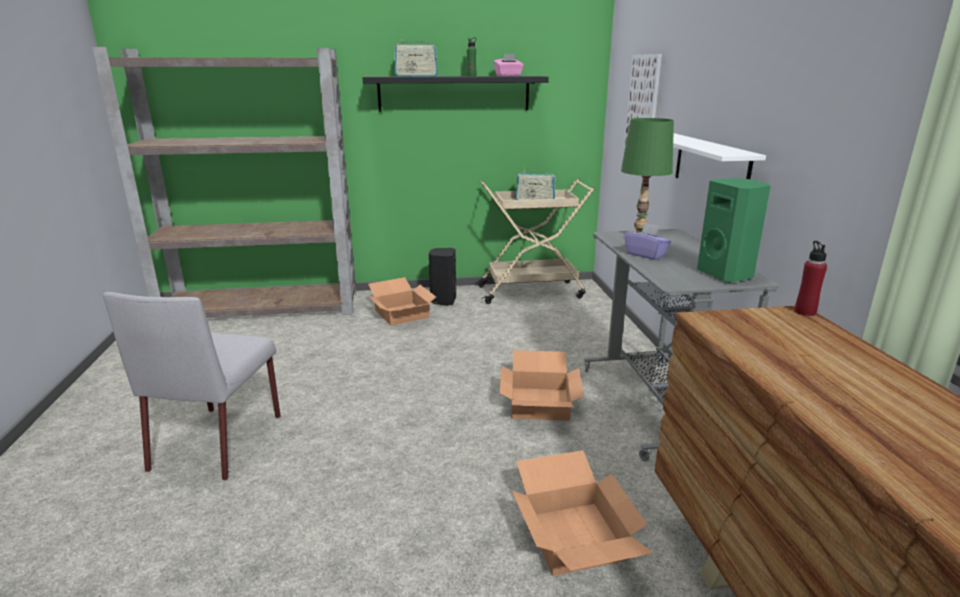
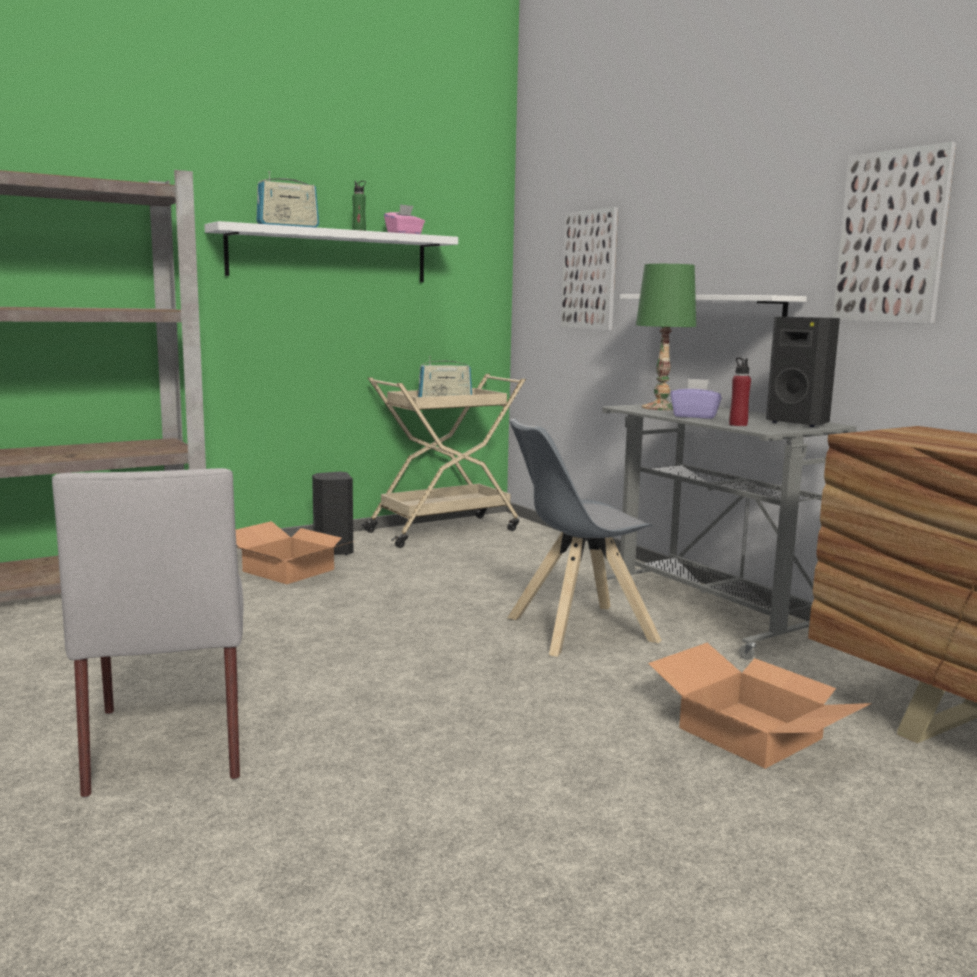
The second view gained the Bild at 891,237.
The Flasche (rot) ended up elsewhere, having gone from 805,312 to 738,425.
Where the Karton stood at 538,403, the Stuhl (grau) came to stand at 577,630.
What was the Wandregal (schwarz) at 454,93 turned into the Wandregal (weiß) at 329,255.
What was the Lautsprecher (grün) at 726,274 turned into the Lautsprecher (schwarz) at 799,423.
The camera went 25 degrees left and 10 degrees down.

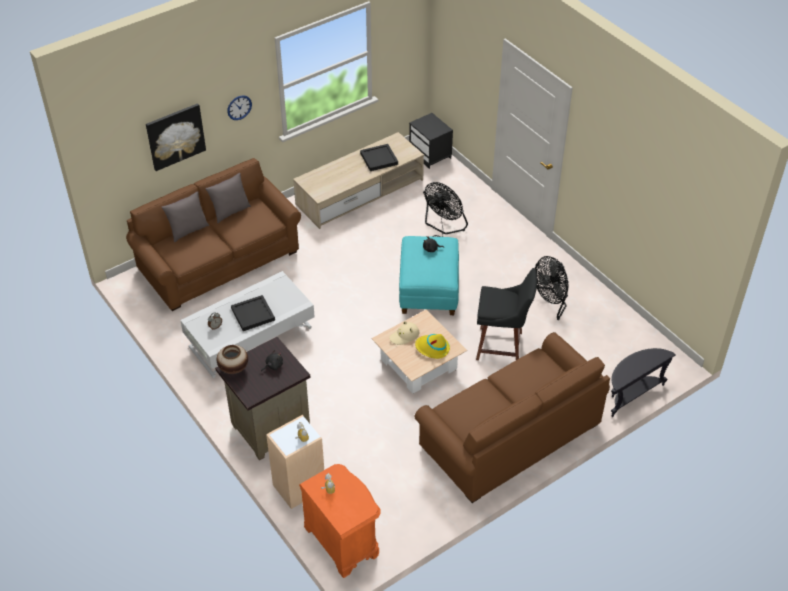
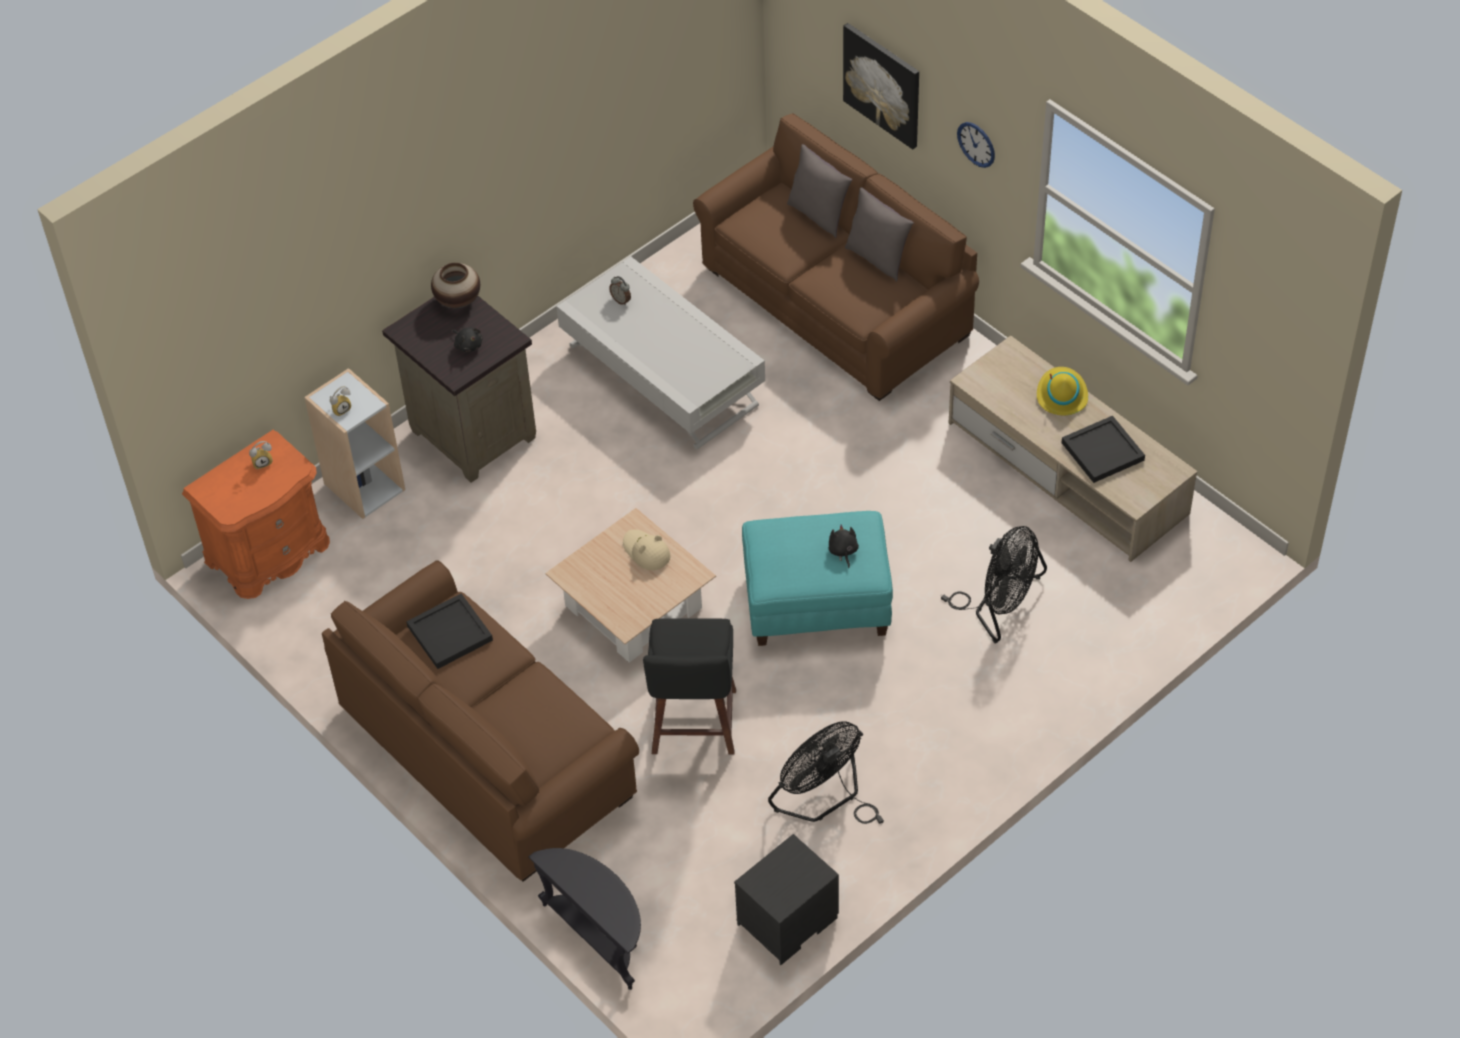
The Tablett (schwarz) ended up elsewhere, having gone from 252,314 to 450,632.
The Nachttisch (schwarz) ended up elsewhere, having gone from 431,155 to 787,923.
The Hut (gelb) ended up elsewhere, having gone from 432,348 to 1061,395.
The camera went 85 degrees right and 5 degrees up.

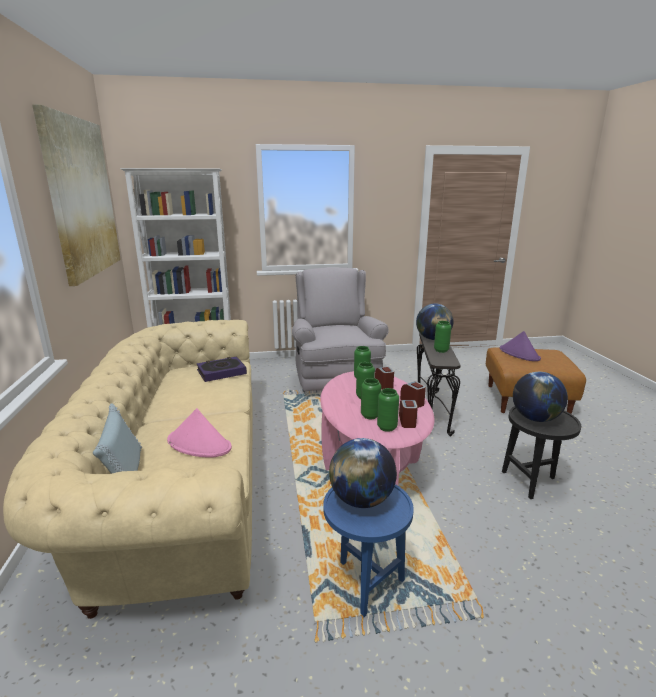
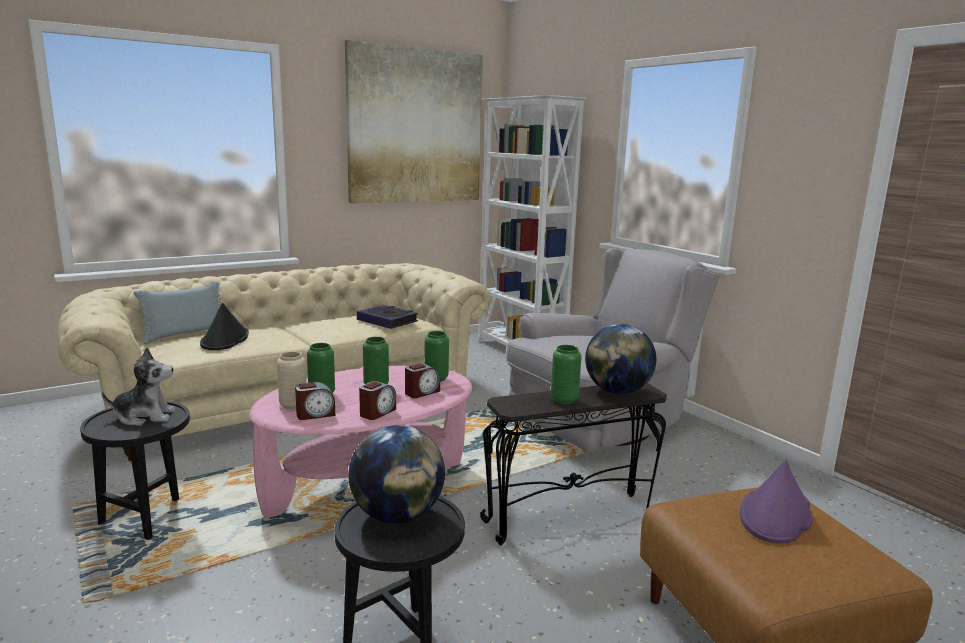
Where the Globus stood at 361,500, the Plüschtier came to stand at 145,416.
What was the Hut (rosa) at 199,444 turned into the Hut (schwarz) at 225,340.
What was the Beistelltisch (blau) at 365,581 turned into the Beistelltisch (schwarz) at 148,517.
What was the Vase (grün) at 387,427 turned into the Vase (beige) at 293,405.
The camera went 65 degrees right and 5 degrees down.

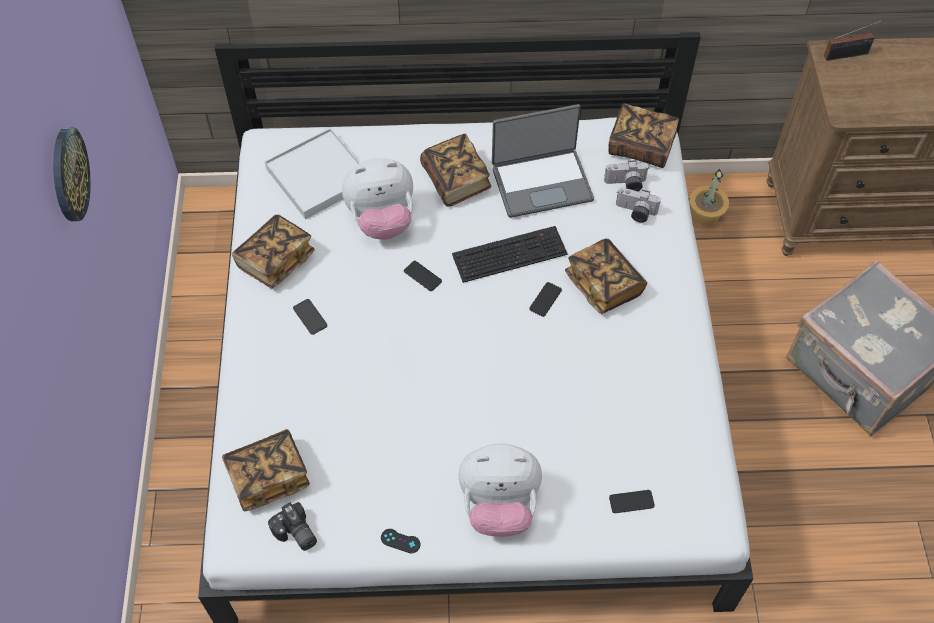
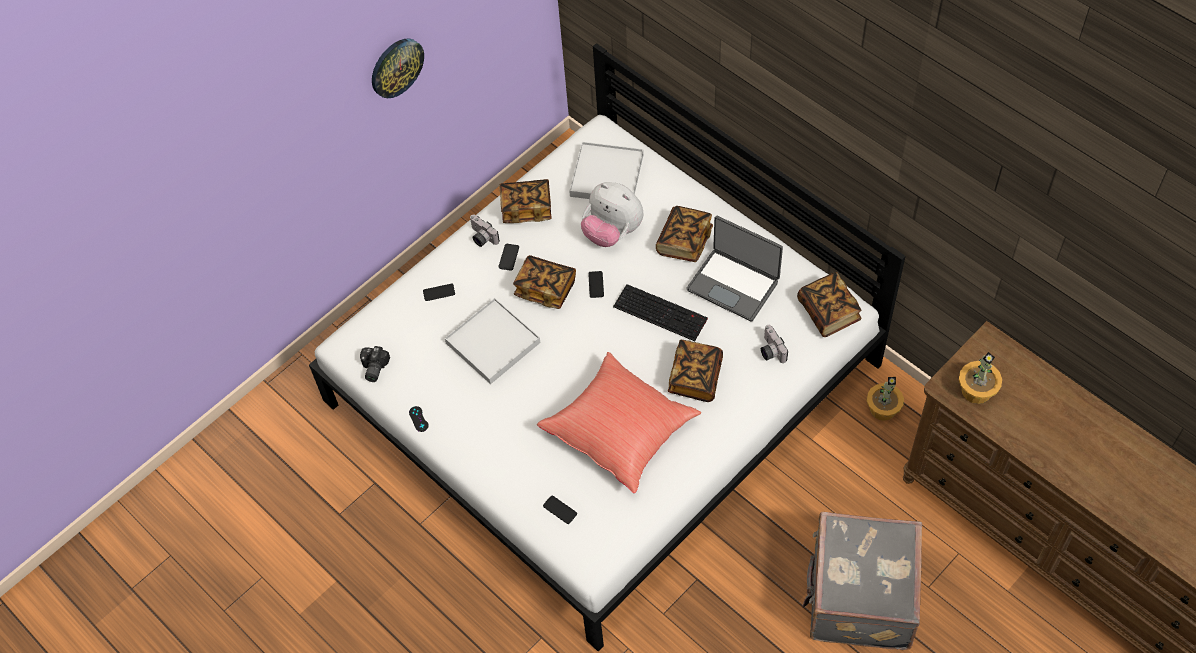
The second view lost the Plüschtier at 499,505.
The second view lost the Radio at 848,55.
The second view gained the Tablett (weiß) at 493,342.
The second view gained the Kissen (rot) at 620,431.
The second view gained the Topfpflanze at 977,390.
The Buch ended up elsewhere, having gone from 268,477 to 545,289.
The Handy ended up elsewhere, having gone from 545,299 to 439,292.
The Kamera ended up elsewhere, having gone from 625,184 to 481,238.
The camera went 50 degrees right and 0 degrees up.

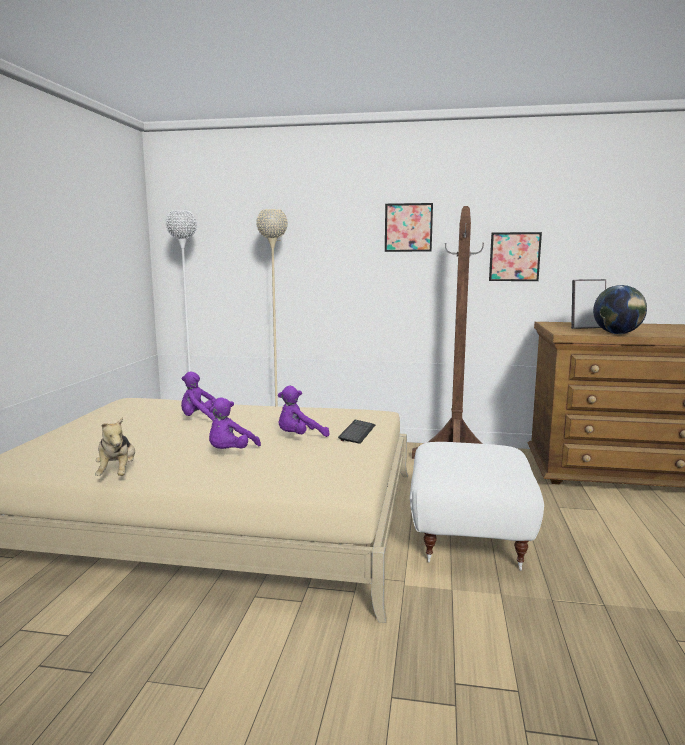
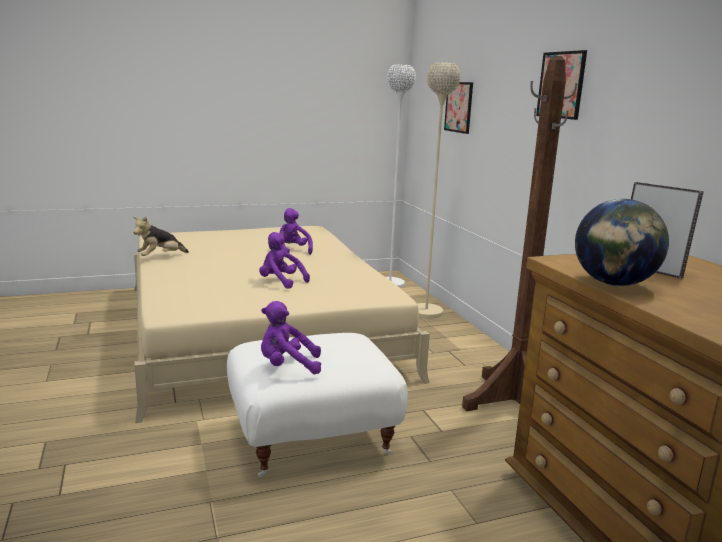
The second view lost the Tastatur at 357,433.
The Plüschtier (lila) ended up elsewhere, having gone from 230,452 to 287,366.
The Bild ended up elsewhere, having gone from 514,256 to 459,107.
The camera went 60 degrees right and 5 degrees up.

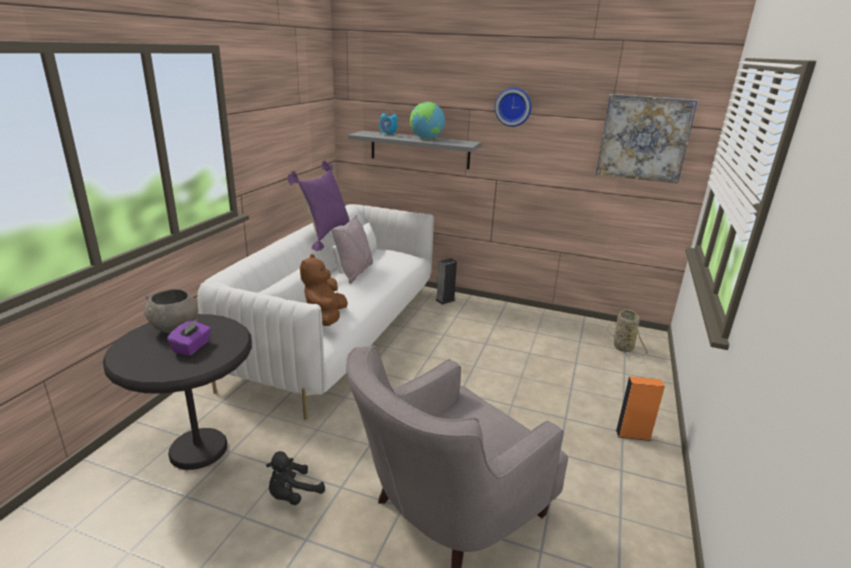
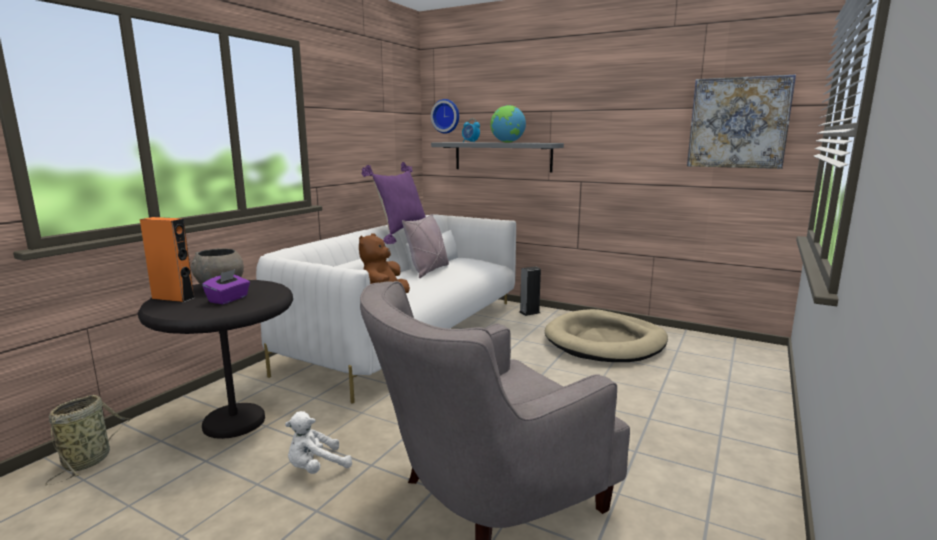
The second view gained the Hundebett (beige) at 605,341.
The Wanduhr ended up elsewhere, having gone from 513,107 to 446,116.
The Korb ended up elsewhere, having gone from 622,346 to 89,460.
The Lautsprecher (orange) ended up elsewhere, having gone from 633,435 to 173,298.
What was the Plüschtier (schwarz) at 293,495 turned into the Plüschtier (weiß) at 316,468.
The camera went 10 degrees right and 10 degrees down.

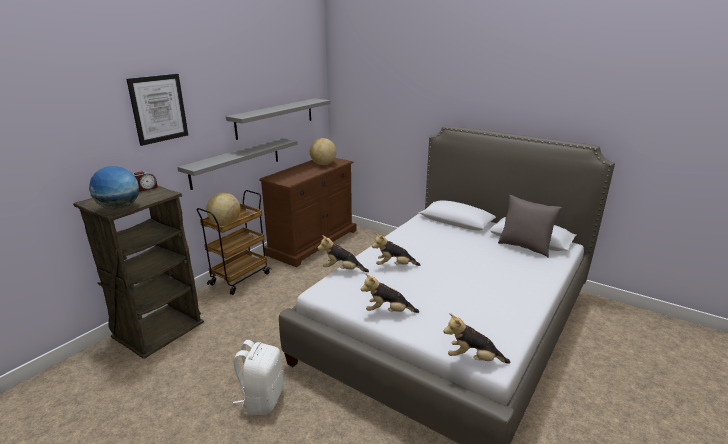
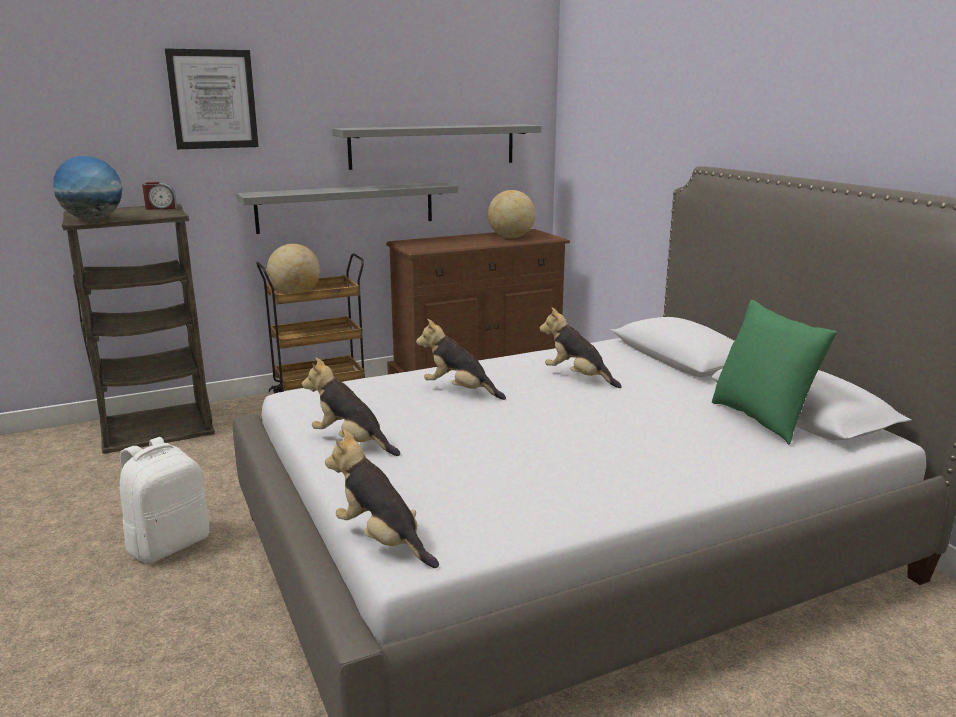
The Plüschtier ended up elsewhere, having gone from 342,270 to 577,377.
What was the Kissen (grau) at 524,247 turned into the Kissen (grün) at 762,419.
The camera went 30 degrees right and 5 degrees down.

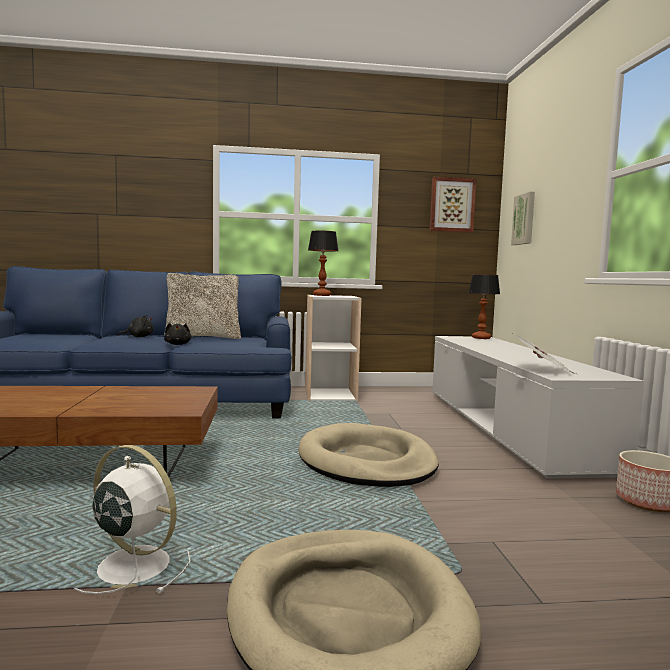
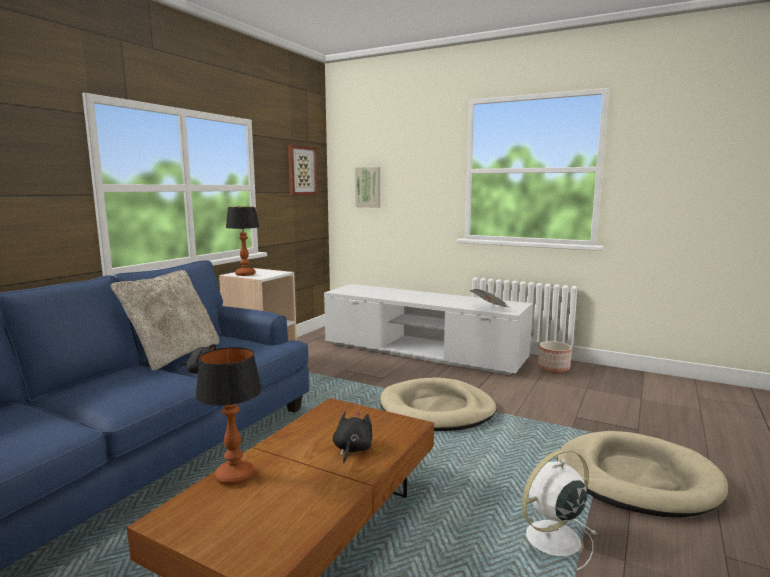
The Plüschtier (schwarz) ended up elsewhere, having gone from 138,337 to 352,450.
The Tischlampe ended up elsewhere, having gone from 481,338 to 235,476.
The camera went 55 degrees left and 5 degrees up.

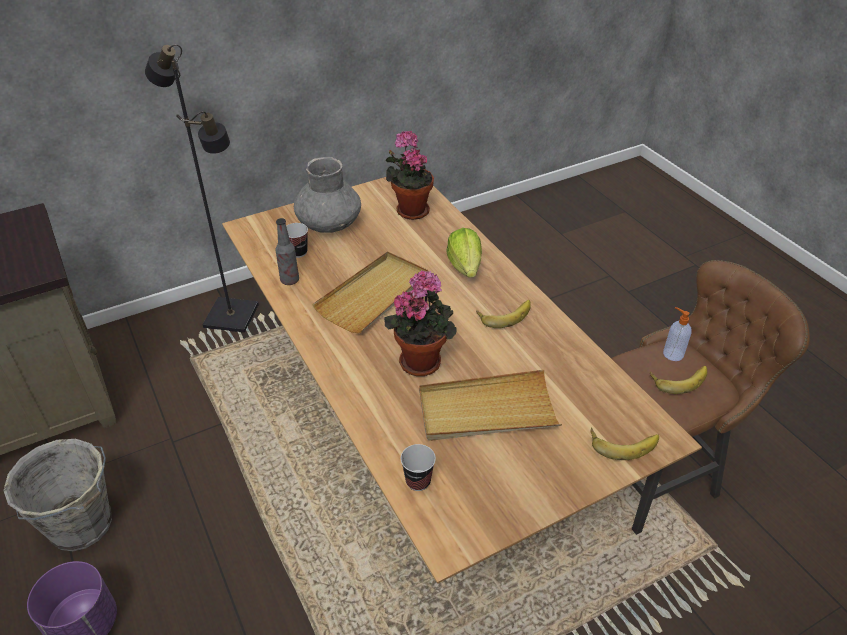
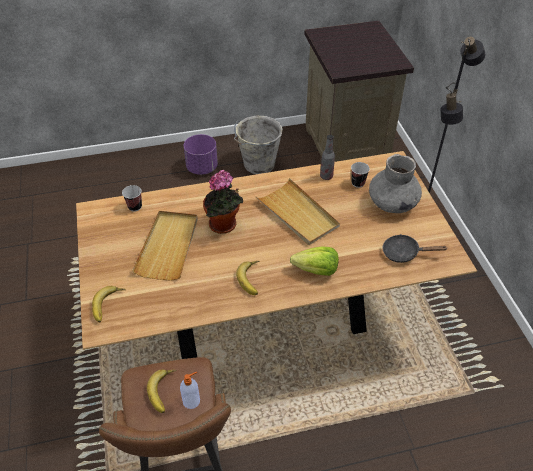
Where the Topfpflanze stood at 410,210, the Pfanne (schwarz) came to stand at 404,253.
The camera went 105 degrees right and 5 degrees up.

